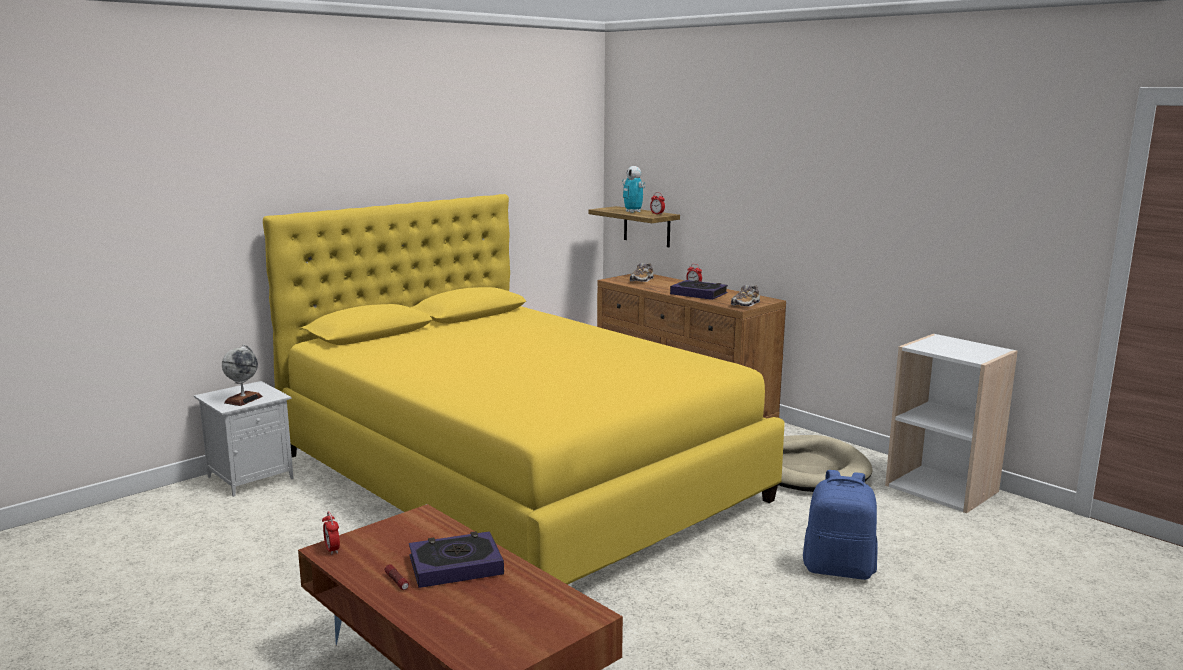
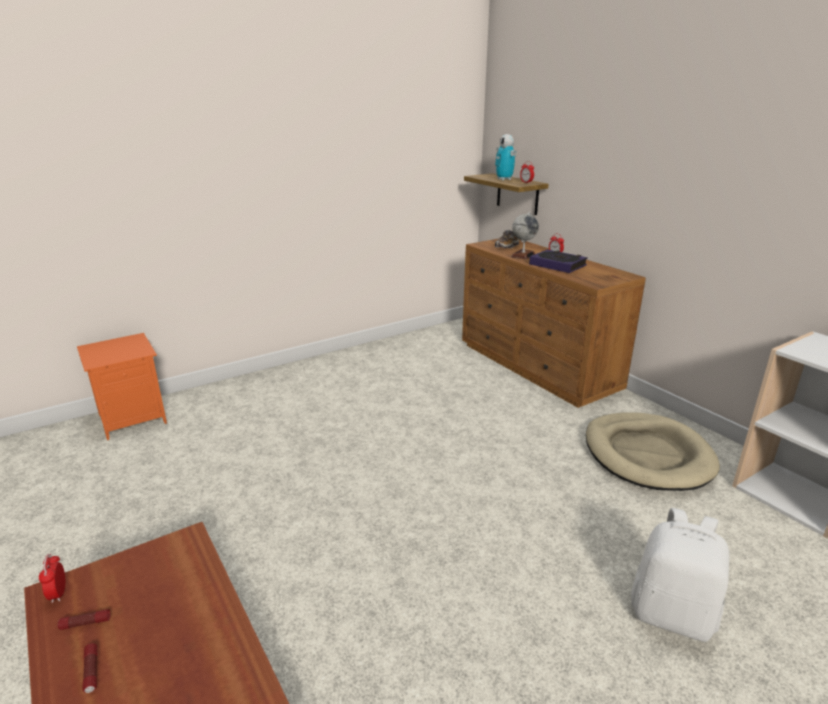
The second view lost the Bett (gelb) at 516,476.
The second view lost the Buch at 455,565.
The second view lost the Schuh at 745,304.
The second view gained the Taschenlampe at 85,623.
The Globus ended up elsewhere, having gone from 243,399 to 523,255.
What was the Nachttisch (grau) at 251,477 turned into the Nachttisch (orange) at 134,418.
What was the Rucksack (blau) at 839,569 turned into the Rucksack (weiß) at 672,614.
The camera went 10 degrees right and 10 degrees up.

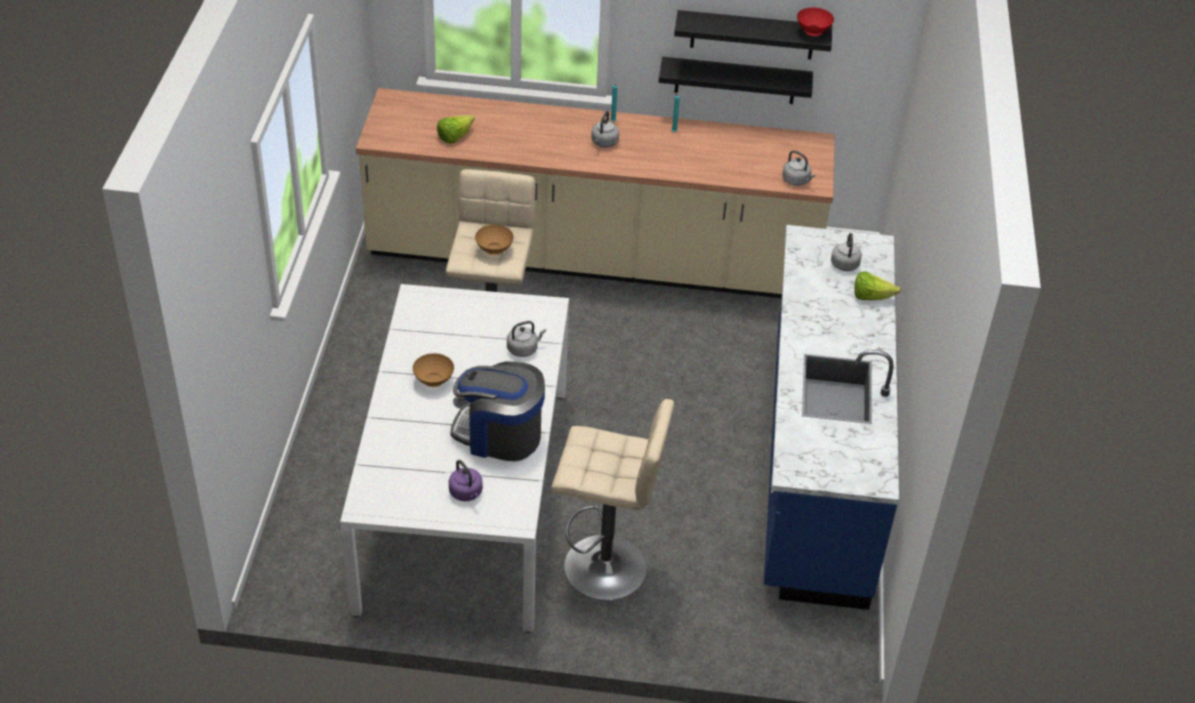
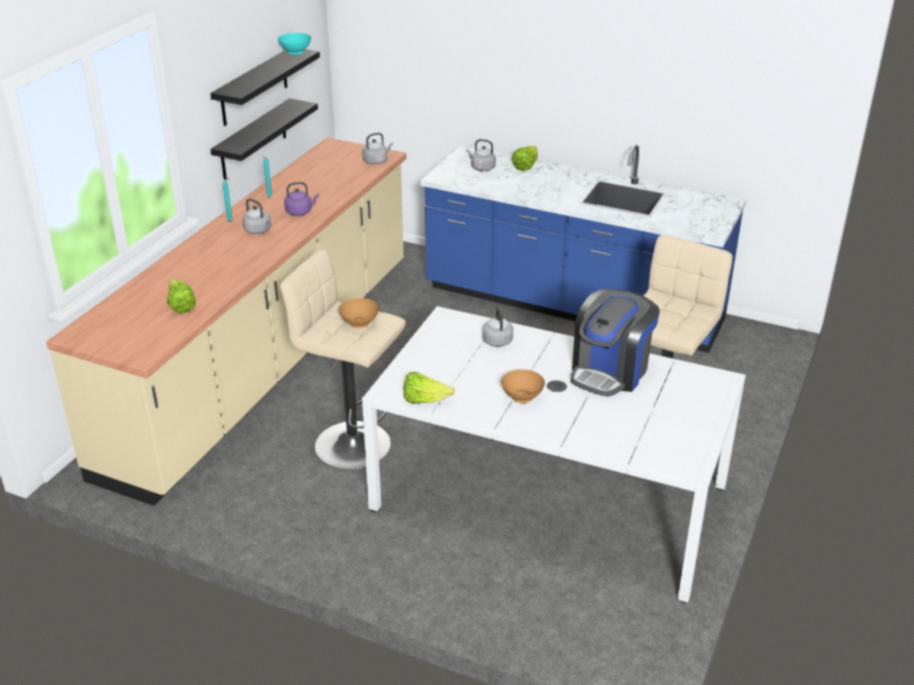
The second view gained the Salatkopf at 424,400.
The Wasserkessel (lila) ended up elsewhere, having gone from 466,493 to 300,212.
What was the Schüssel (rot) at 813,33 turned into the Schüssel (türkis) at 296,53.
The camera went 70 degrees left and 10 degrees down.

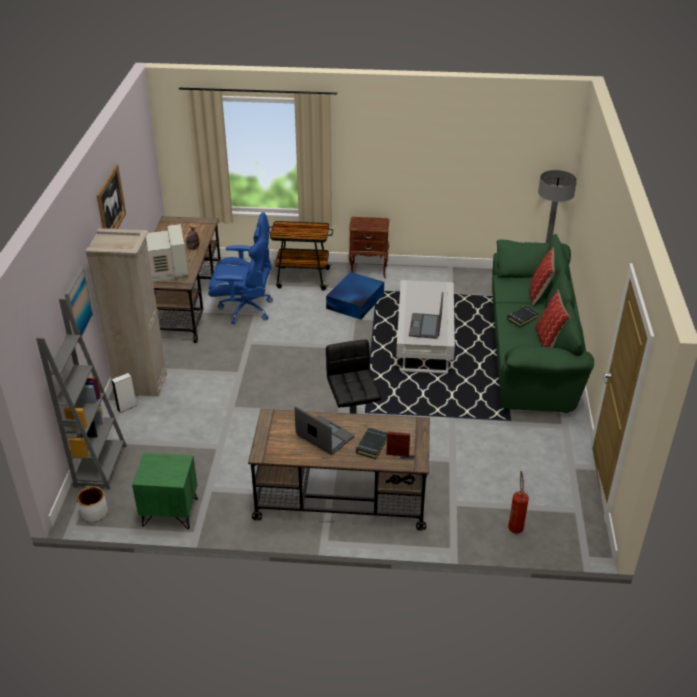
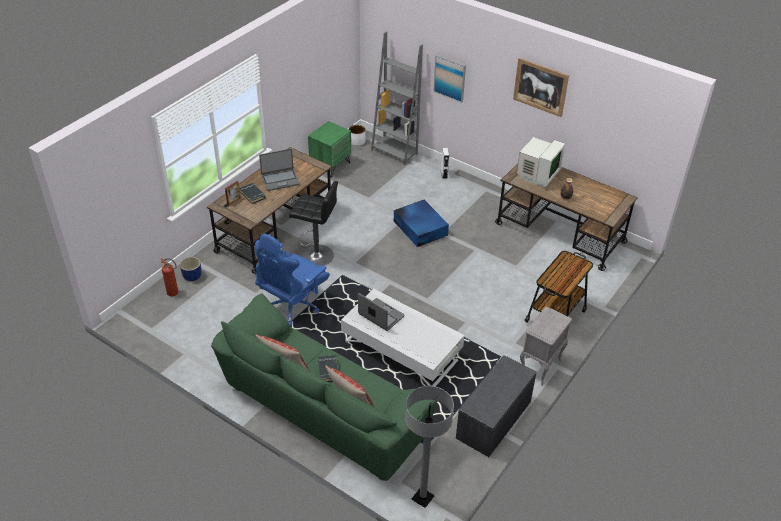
The second view lost the Schrank (beige) at 141,383.
The second view gained the Pflanzkübel (blau) at 192,276.
The second view gained the Bank (grau) at 494,420.
The Bürostuhl (blau) ended up elsewhere, having gone from 242,309 to 294,304.
The Aufbewahrungsbox (blau) ended up elsewhere, having gone from 354,301 to 420,227.
What was the Nachttisch (braun) at 368,271 turned into the Nachttisch (grau) at 540,367.
The Monitor at 167,271 ended up facing another way, 75 degrees counterclockwise from before.
The camera went 120 degrees right and 5 degrees up.

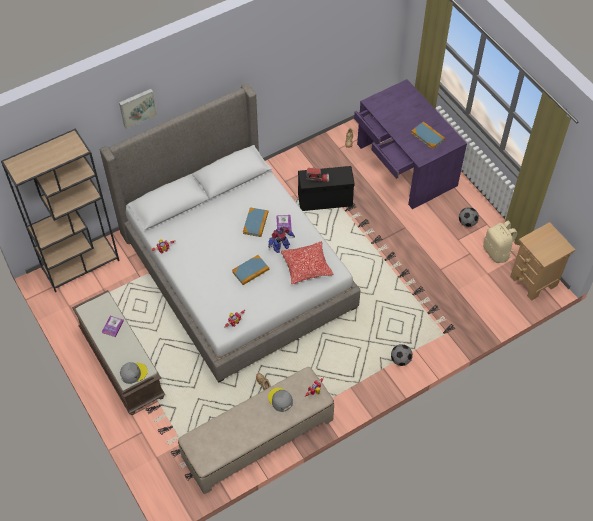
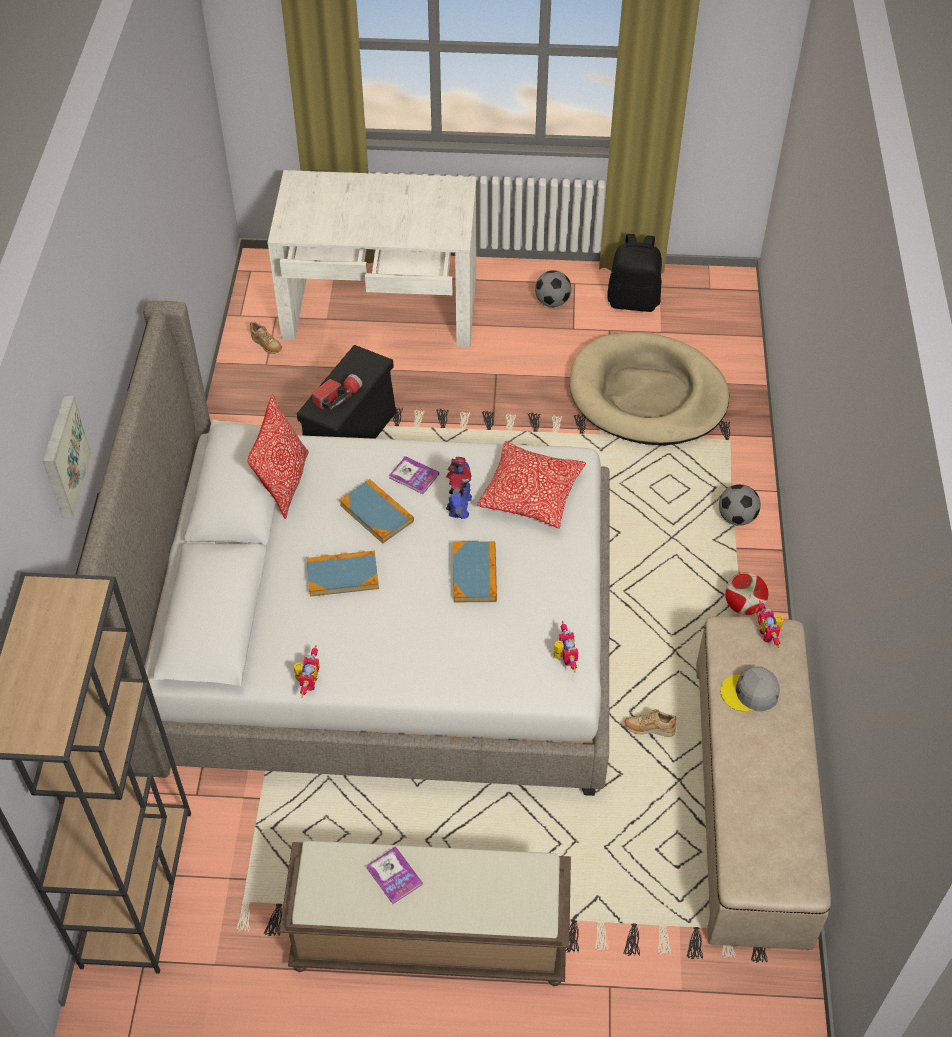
The second view lost the Kappe (grau) at 133,373.
The second view lost the Nachttisch (beige) at 533,281.
The second view gained the Kissen at 284,483.
The second view gained the Hundebett (beige) at 647,395.
The second view gained the Fußball at 743,606.
The Buch ended up elsewhere, having gone from 427,136 to 342,575.
What was the Schreibtisch (lila) at 402,168 turned into the Schreibtisch (weiß) at 381,314.
What was the Rucksack (beige) at 497,252 turned into the Rucksack (schwarz) at 633,301.
The camera went 55 degrees left and 5 degrees down.

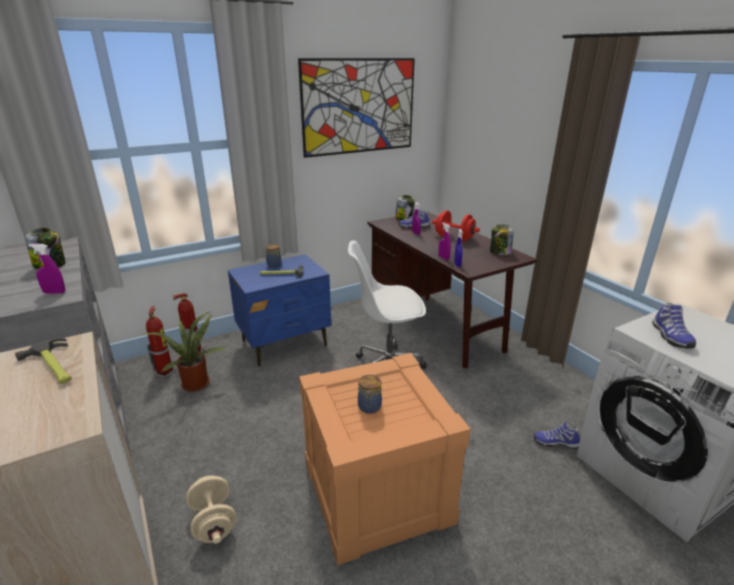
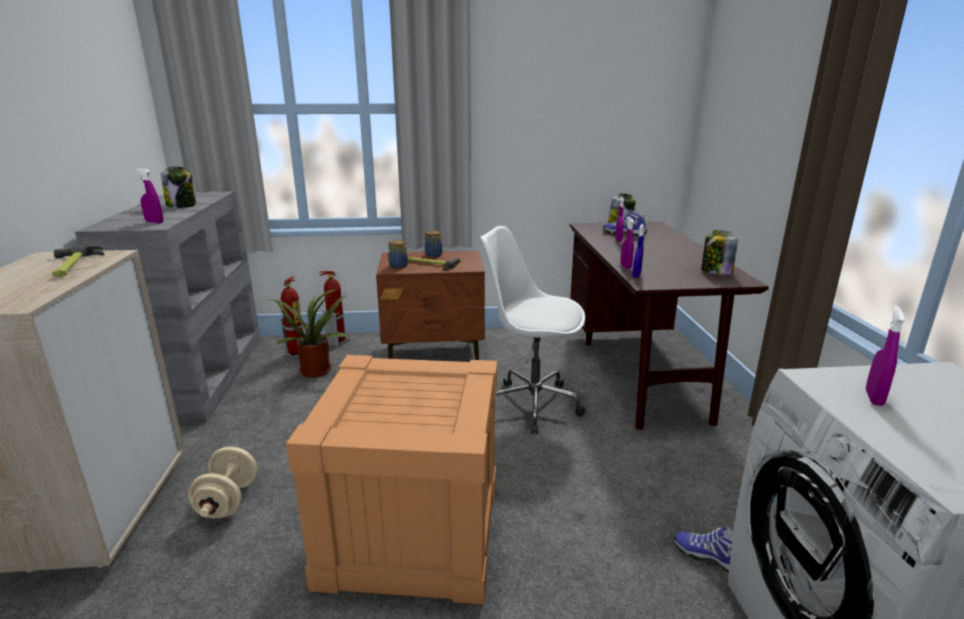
The second view lost the Bild at 359,106.
The second view lost the Hantel (rot) at 454,238.
The Vorratsglas ended up elsewhere, having gone from 369,407 to 398,266.
Where the Schuh stood at 670,336, the Sprühflasche (lila) came to stand at 874,398.
What was the Nachttisch (blau) at 285,343 turned into the Nachttisch (braun) at 434,353.
The camera went 25 degrees right and 5 degrees down.

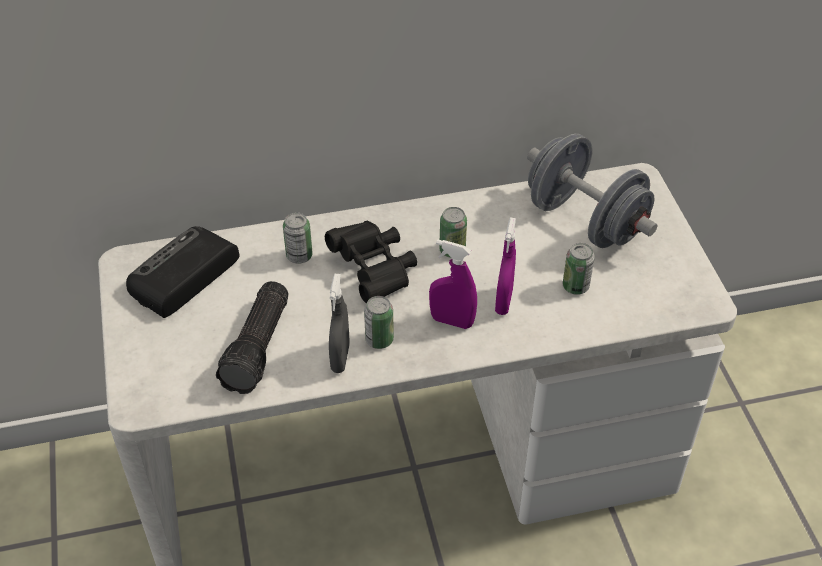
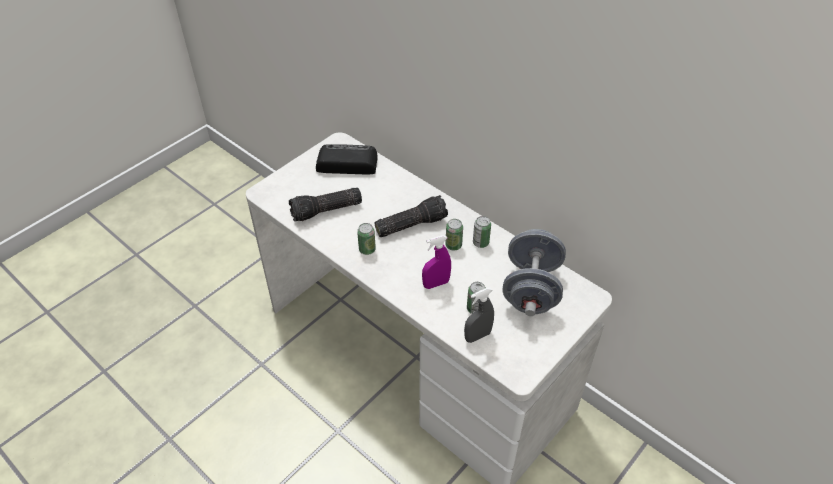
The second view lost the Sprühflasche (lila) at 452,321.
The Dose ended up elsewhere, having gone from 299,256 to 480,243.
The Sprühflasche (grau) ended up elsewhere, having gone from 340,358 to 477,336.
Where the Fernglas (schwarz) stood at 374,270, the Taschenlampe came to stand at 411,224.
The camera went 55 degrees right and 0 degrees up.

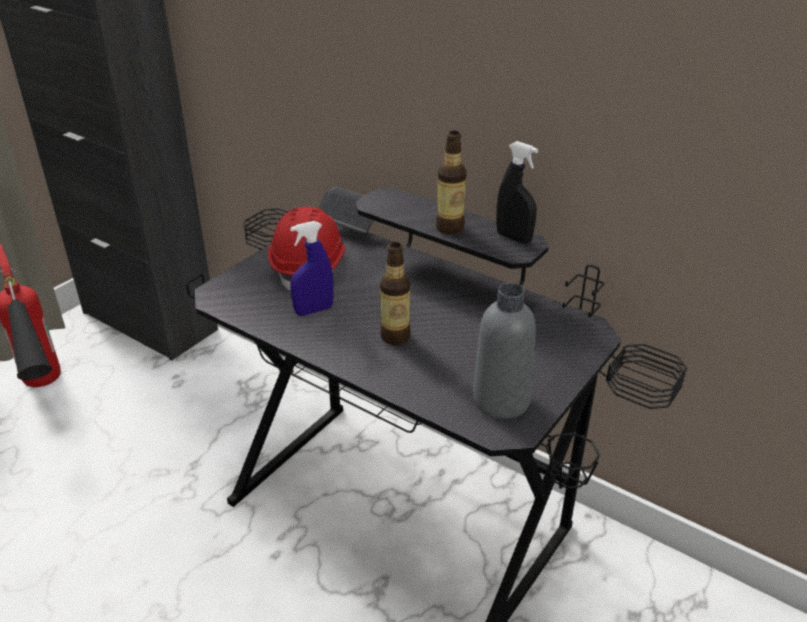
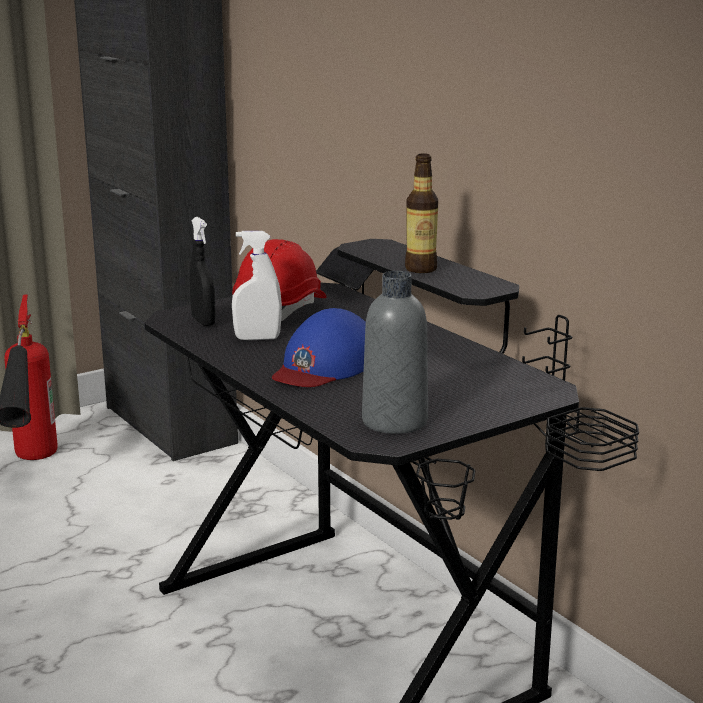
The Sprühflasche (schwarz) ended up elsewhere, having gone from 513,238 to 203,322.
Where the Flasche stood at 395,337, the Kappe (blau) came to stand at 324,366.
What was the Sprühflasche (blau) at 314,310 turned into the Sprühflasche (weiß) at 257,338.
The camera went 20 degrees right and 15 degrees down.

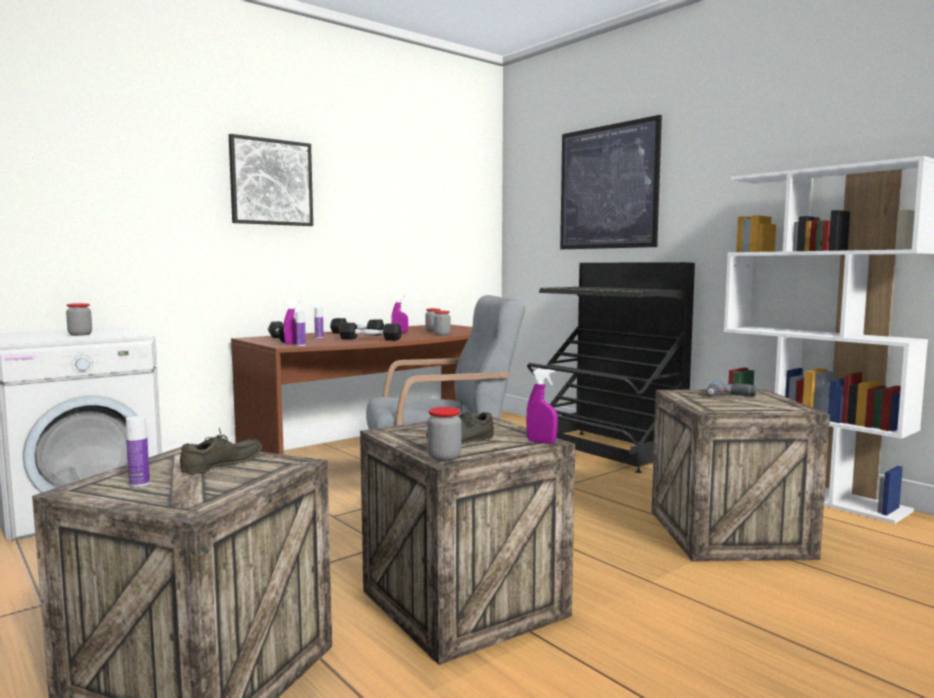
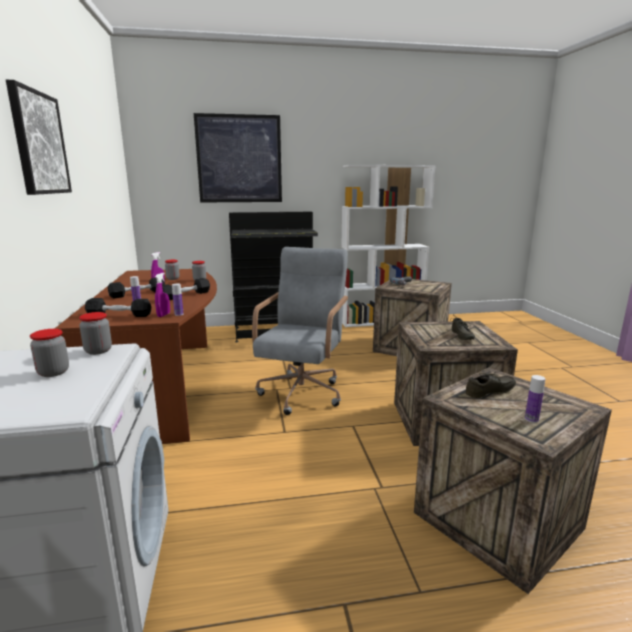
The second view lost the Sprühflasche (lila) at 541,442.
The Vorratsglas ended up elsewhere, having gone from 444,457 to 98,351.
The Schuh (grau) at 224,464 ended up facing another way, 90 degrees clockwise from before.
The camera went 60 degrees left and 10 degrees up.

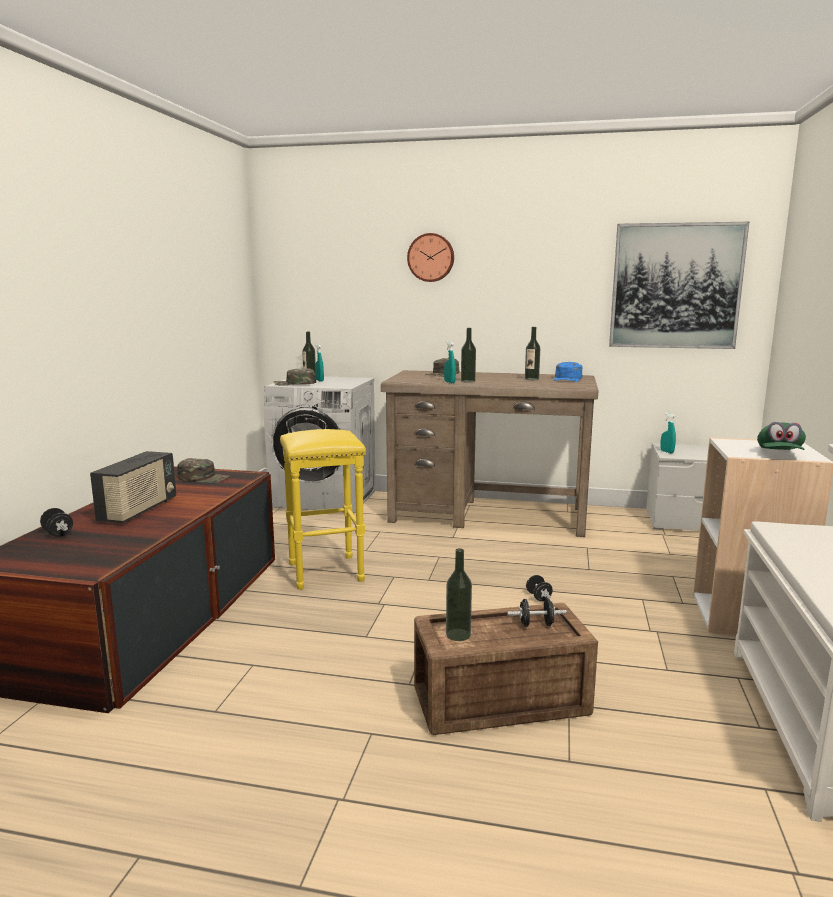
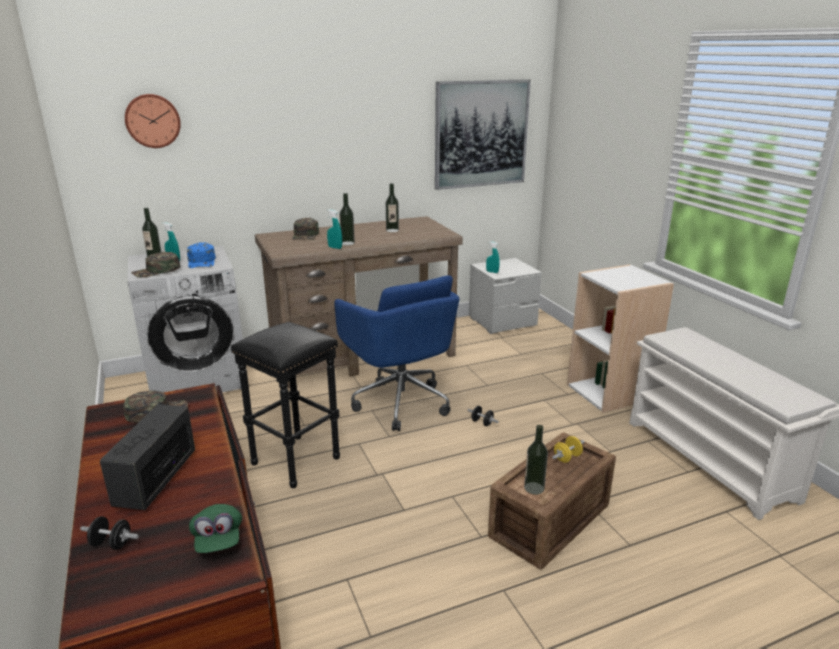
The second view gained the Bürostuhl (blau) at 399,402.
The Wanduhr ended up elsewhere, having gone from 431,257 to 152,121.
The Kappe (blau) ended up elsewhere, having gone from 568,379 to 202,262.
The Kappe (grün) ended up elsewhere, having gone from 779,454 to 218,540.
What was the Hocker (gelb) at 327,571 turned into the Hocker (schwarz) at 295,459.
What was the Hantel (schwarz) at 536,624 turned into the Hantel (gelb) at 567,457.
The Radio at 139,510 ended up facing another way, 150 degrees counterclockwise from before.
The camera went 35 degrees left and 10 degrees up.

